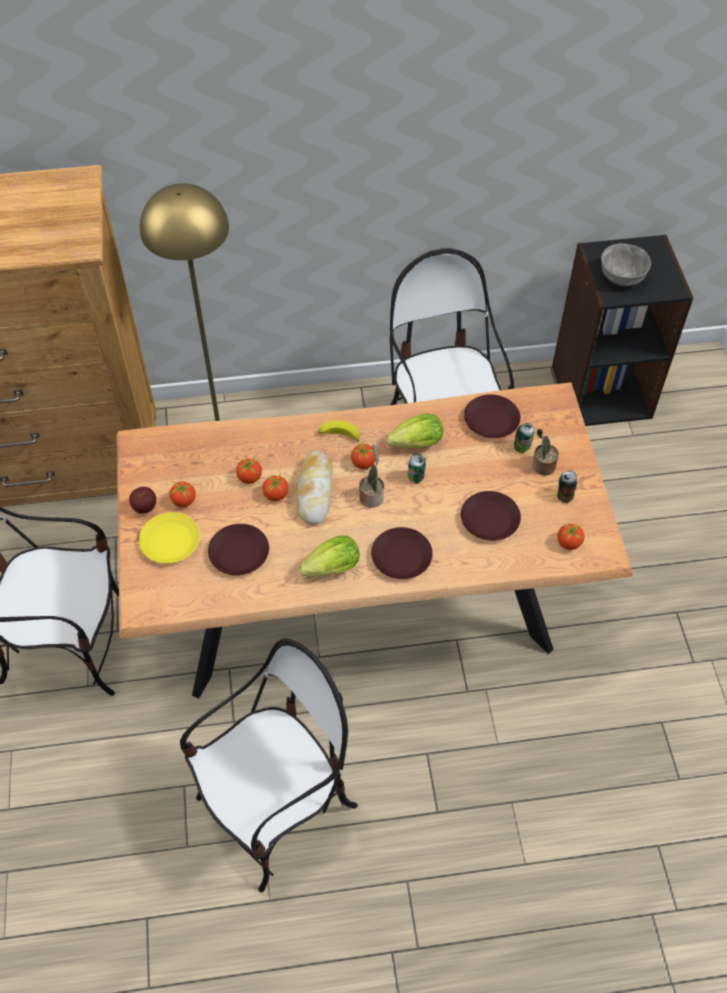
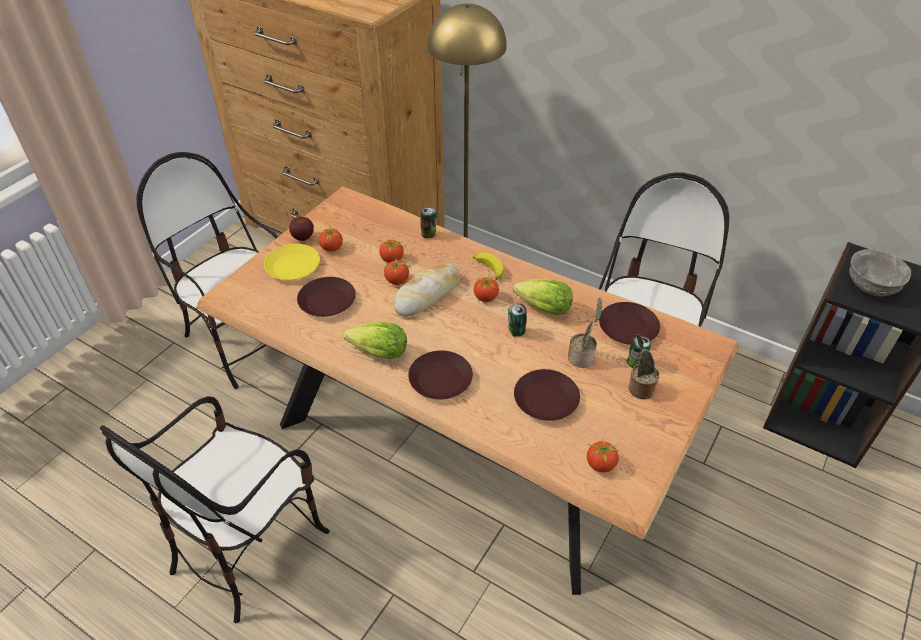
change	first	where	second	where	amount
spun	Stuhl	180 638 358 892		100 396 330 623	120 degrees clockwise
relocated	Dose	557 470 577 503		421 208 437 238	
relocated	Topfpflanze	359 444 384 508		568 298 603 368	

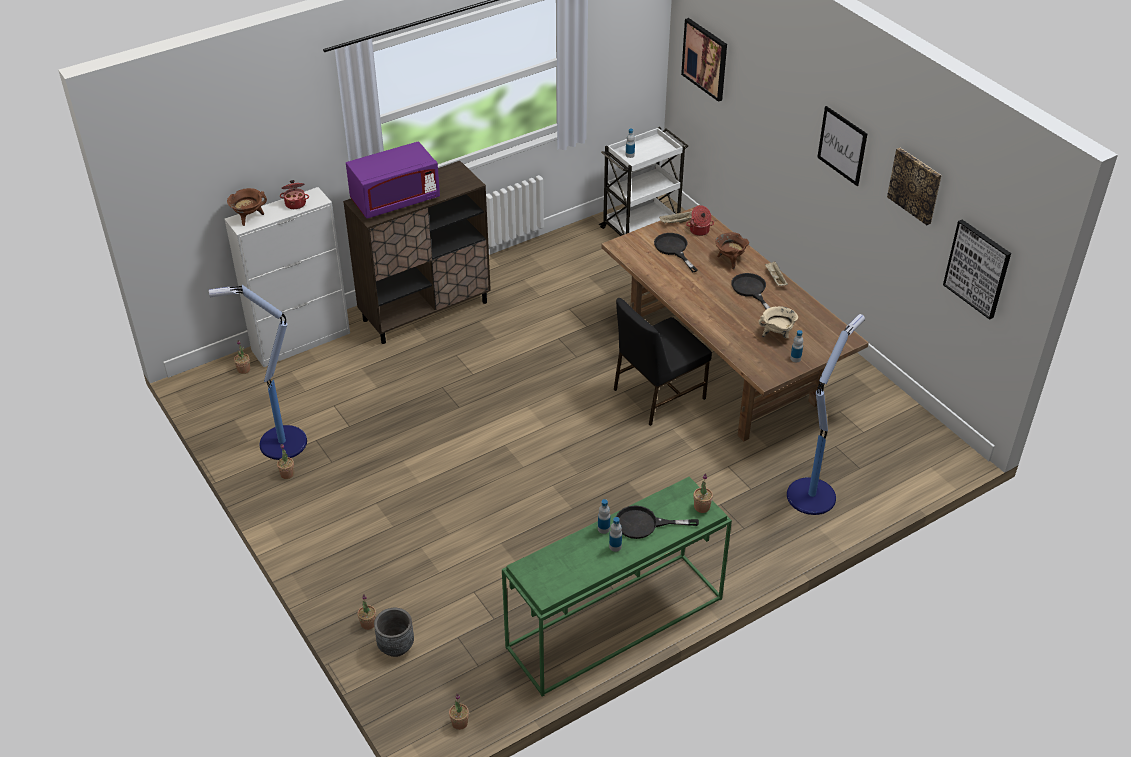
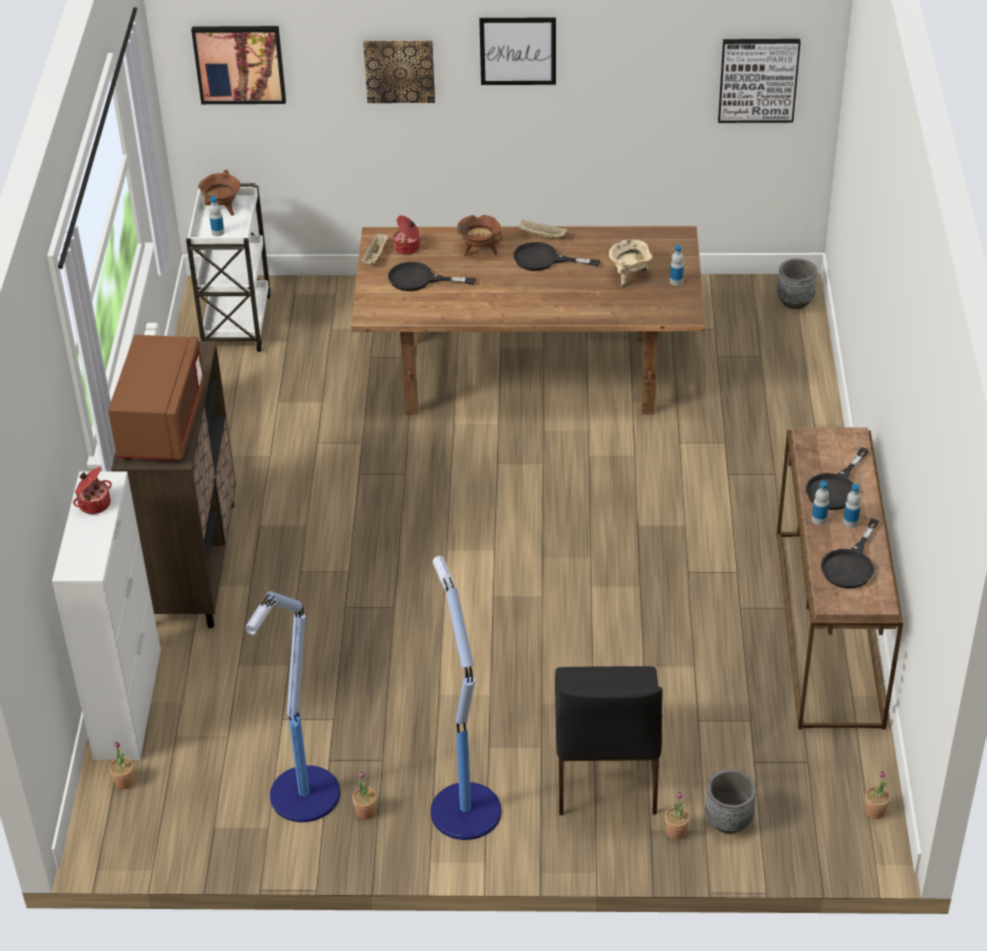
change	first	where	second	where	amount
colour	Mikrowelle (lila)	346 141 440 219	Mikrowelle (braun)	108 335 205 460	
relocated	Kochtopf (braun)	227 188 267 226		198 169 240 216	
relocated	Bild	887 148 942 225		363 40 435 103	
relocated	Stehlampe	787 314 865 515		431 556 501 840	
relocated	Stuhl (schwarz)	614 298 712 426		555 666 663 815	
colour	Konsolentisch (grün)	502 477 732 697	Konsolentisch (braun)	776 428 903 730	
appeared			Pflanzkübel (grau)	777 258 817 309	
appeared			Pfanne (schwarz)	821 518 879 588	
missing	Topfpflanze	694 474 713 513			

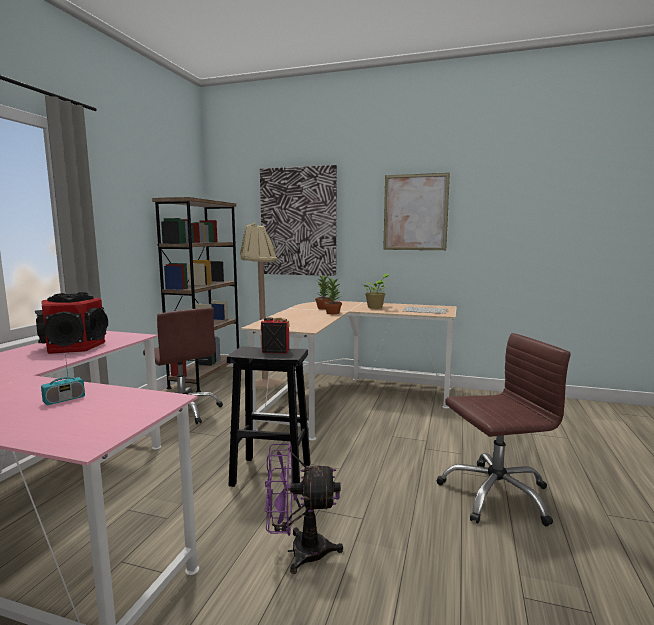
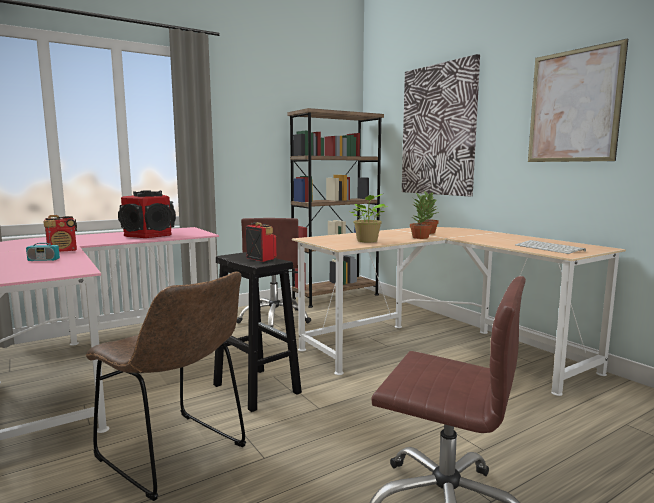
change	first	where	second	where	amount
appeared			Radio	44 215 77 252	
exchanged	Ventilator (lila)	265 443 343 574	Stuhl (braun)	86 271 246 501	
relocated	Topfpflanze	364 273 389 309		351 194 388 242	
missing	Stehlampe (beige)	240 223 283 389			

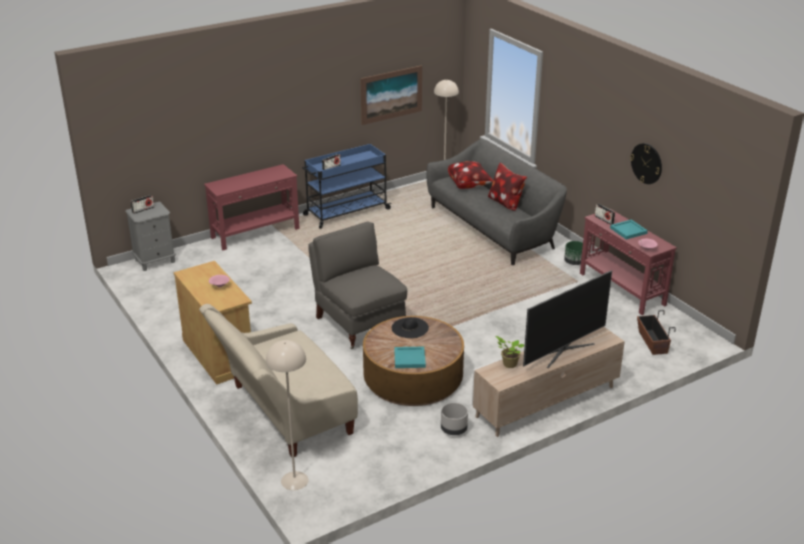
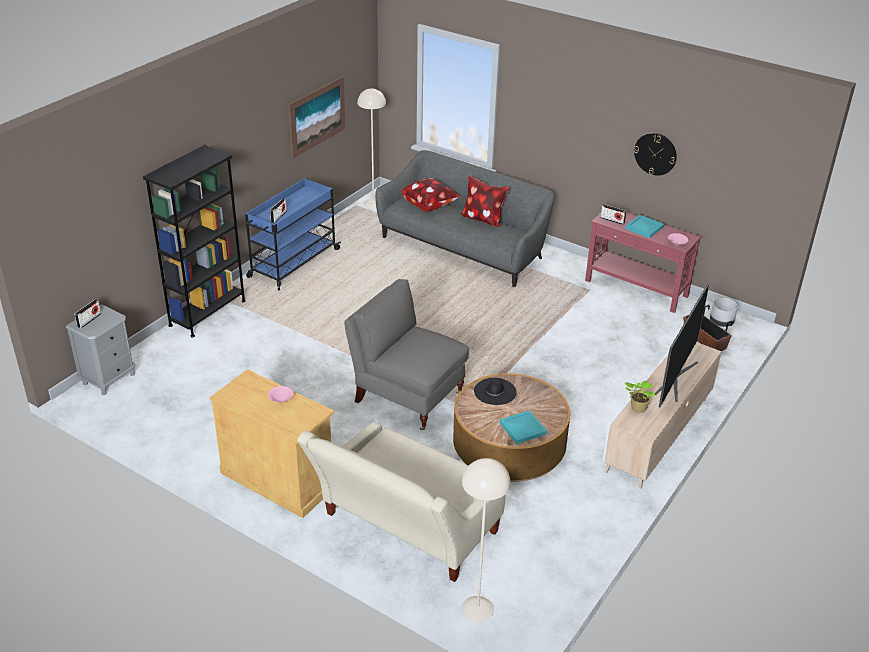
change	first	where	second	where	amount
exchanged	Konsolentisch (rot)	204 164 300 250	Bücherregal (schwarz)	143 145 246 338	
relocated	Pflanzkübel (grau)	441 403 468 435		710 298 738 327	
missing	Pflanzkübel (grün)	564 241 583 265			

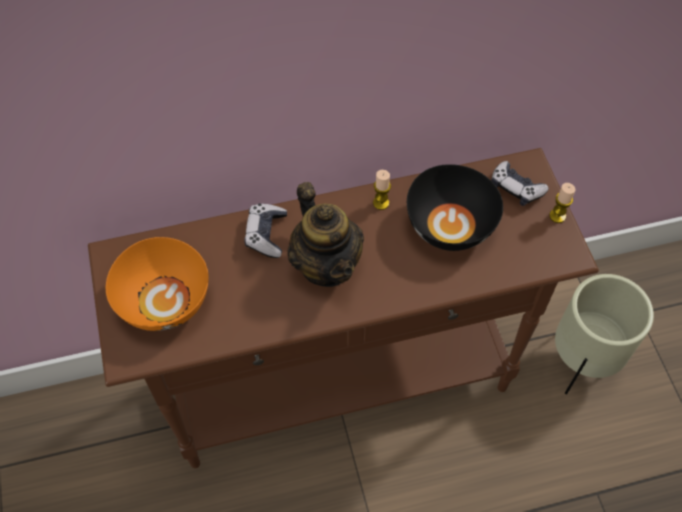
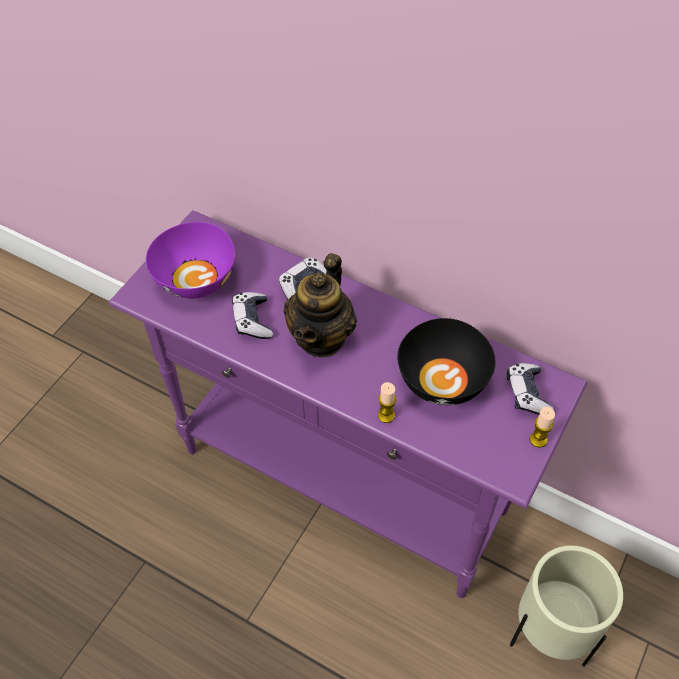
change	first	where	second	where	amount
colour	Konsolentisch (braun)	88 148 599 468	Konsolentisch (lila)	109 210 588 598	
colour	Schüssel (orange)	106 237 209 331	Schüssel (lila)	146 222 235 298	
appeared			Gamepad	232 292 273 339	
relocated	Kerze	373 170 391 210		378 382 396 423	

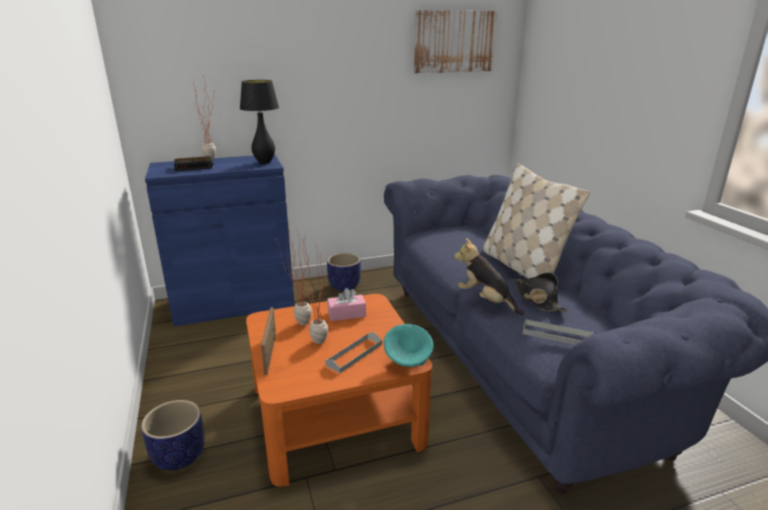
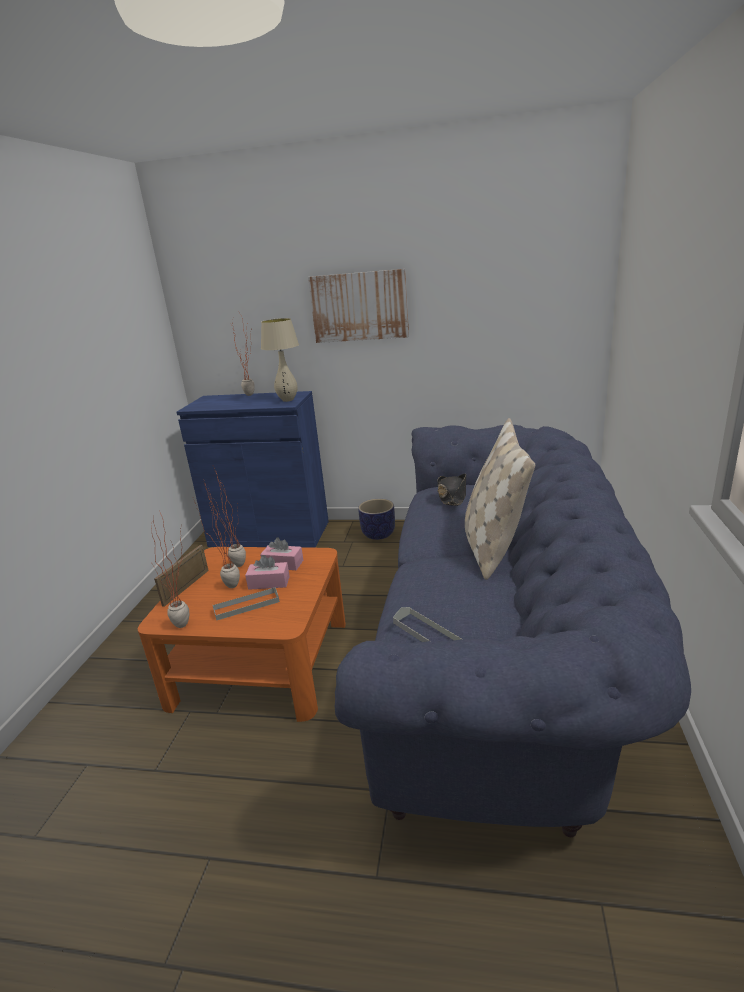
change	first	where	second	where	amount
appeared			Topfpflanze	151 510 190 628	
appeared			Taschentuchbox (rosa)	245 555 290 590	
colour	Tischlampe (schwarz)	240 80 279 164	Tischlampe (beige)	261 318 299 402	
relocated	Bild	414 10 497 73		308 269 409 343	
relocated	Hut (schwarz)	514 273 568 312		437 474 466 506	
missing	Pflanzkübel	141 400 205 470			
missing	Wecker	174 156 214 171			
missing	Schüssel (türkis)	384 324 434 367			
missing	Plüschtier	454 238 524 316			

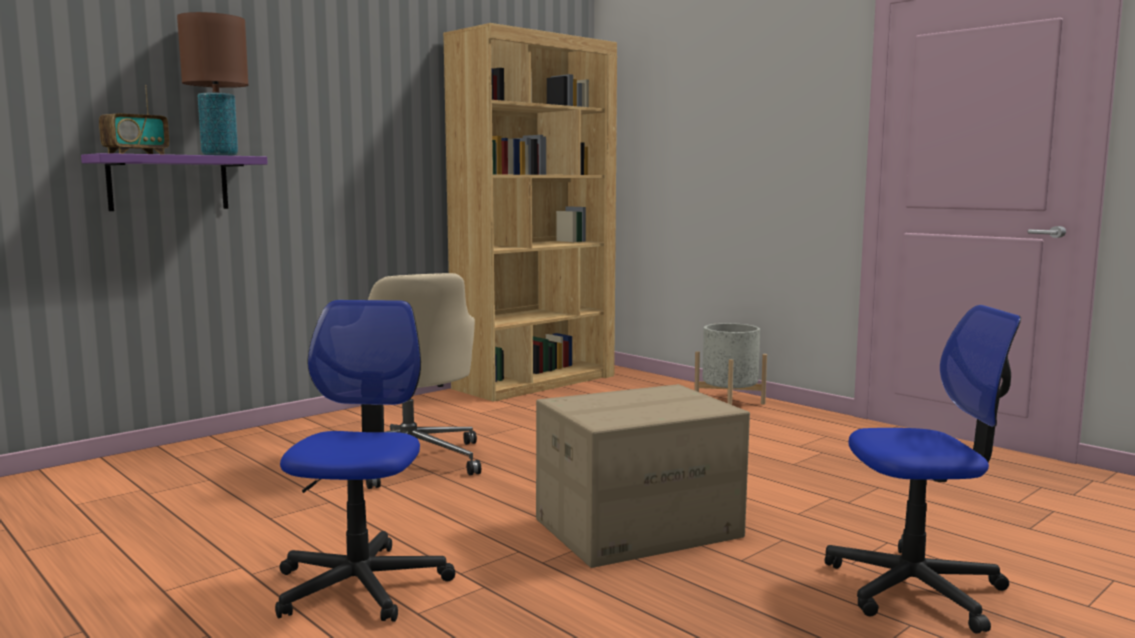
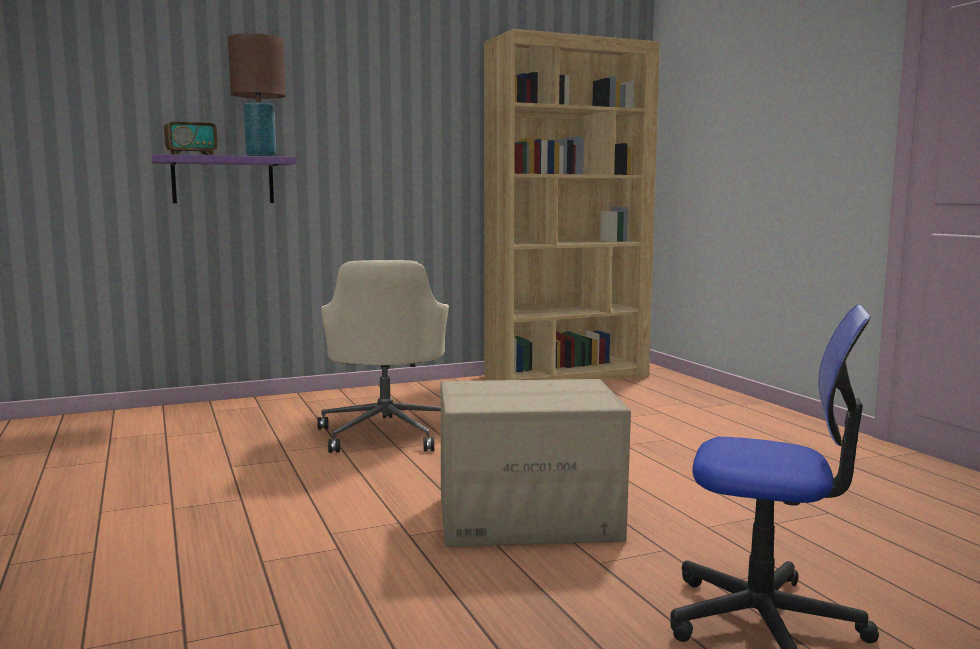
change	first	where	second	where	amount
missing	Bürostuhl	275 300 455 622			
missing	Pflanzkübel (grau)	694 323 767 405			

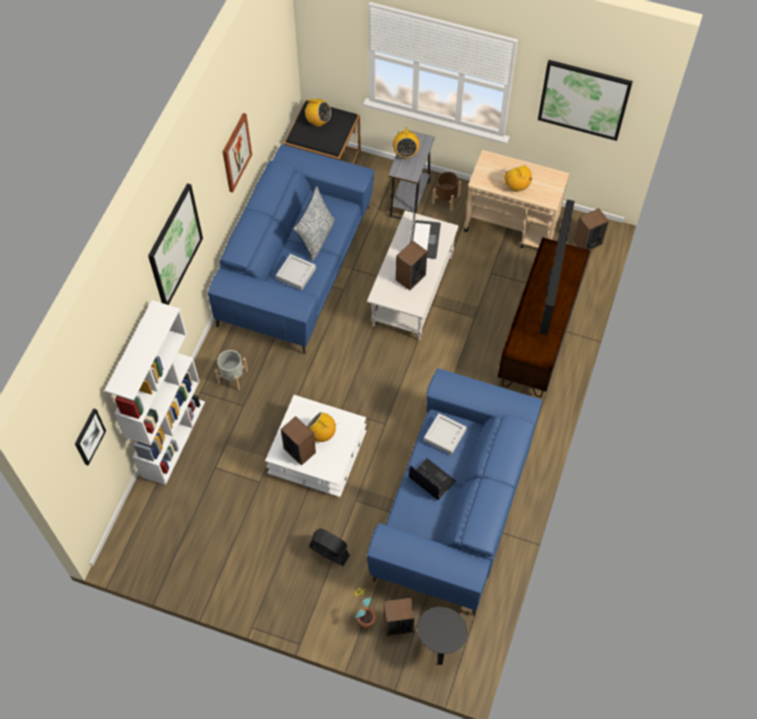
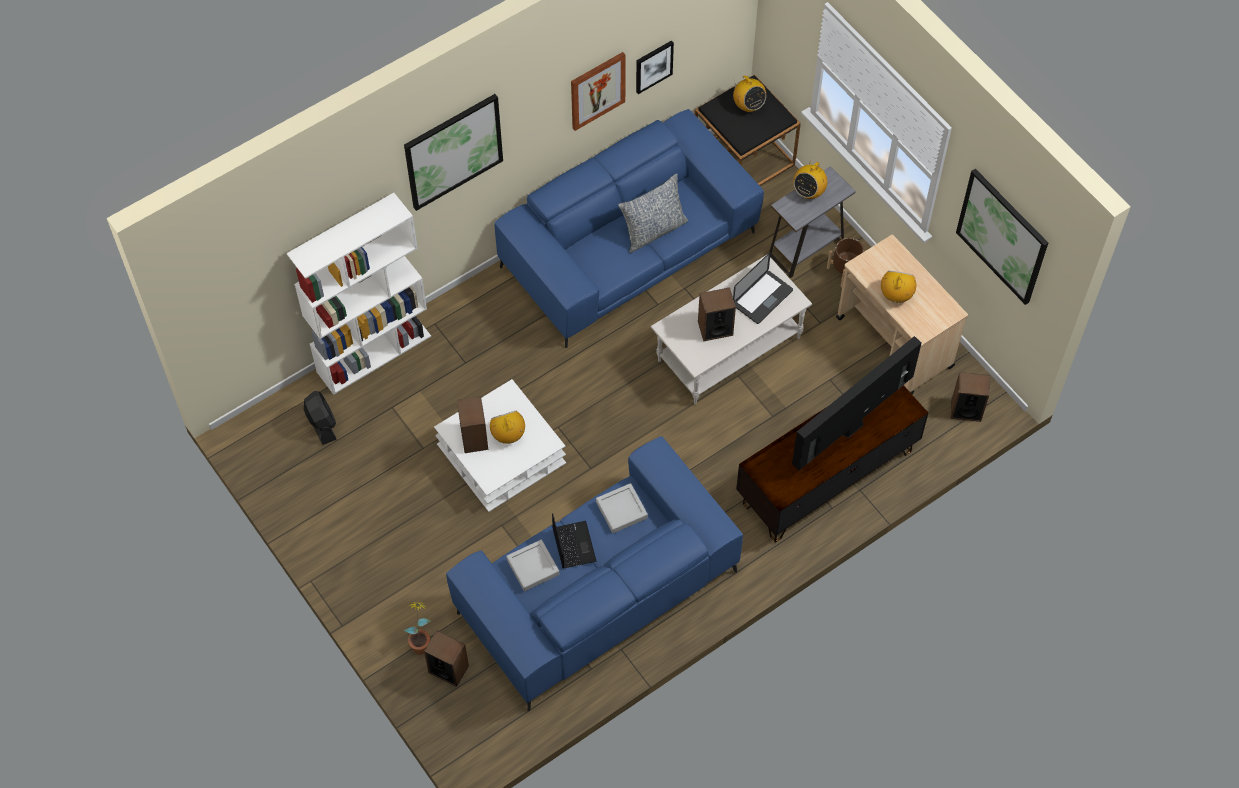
change	first	where	second	where	amount
relocated	Ventilator (schwarz)	309 528 350 566		304 391 337 445	
relocated	Tablett (grau)	276 254 316 290		506 539 559 591	
relocated	Bild	75 408 106 465		636 40 674 94	
missing	Pflanzkübel (grau)	215 350 248 390			
missing	Beistelltisch (schwarz)	417 606 468 665			

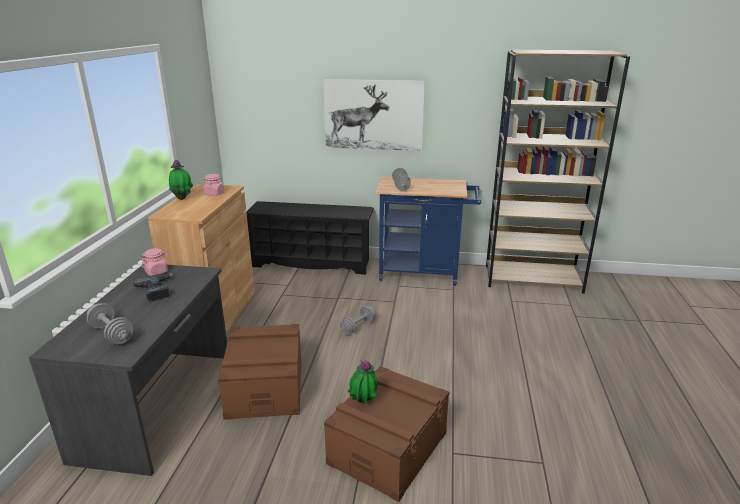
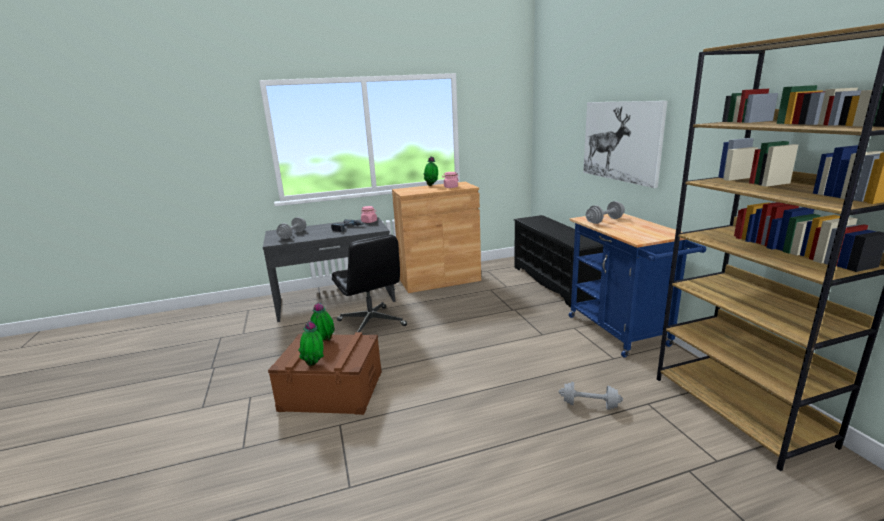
change	first	where	second	where	amount
appeared			Topfpflanze	298 321 324 366	
exchanged	Aufbewahrungsbox (braun)	218 324 301 420	Bürostuhl (schwarz)	332 235 407 332	
relocated	Hantel (grau)	340 306 376 334		559 382 623 410	

